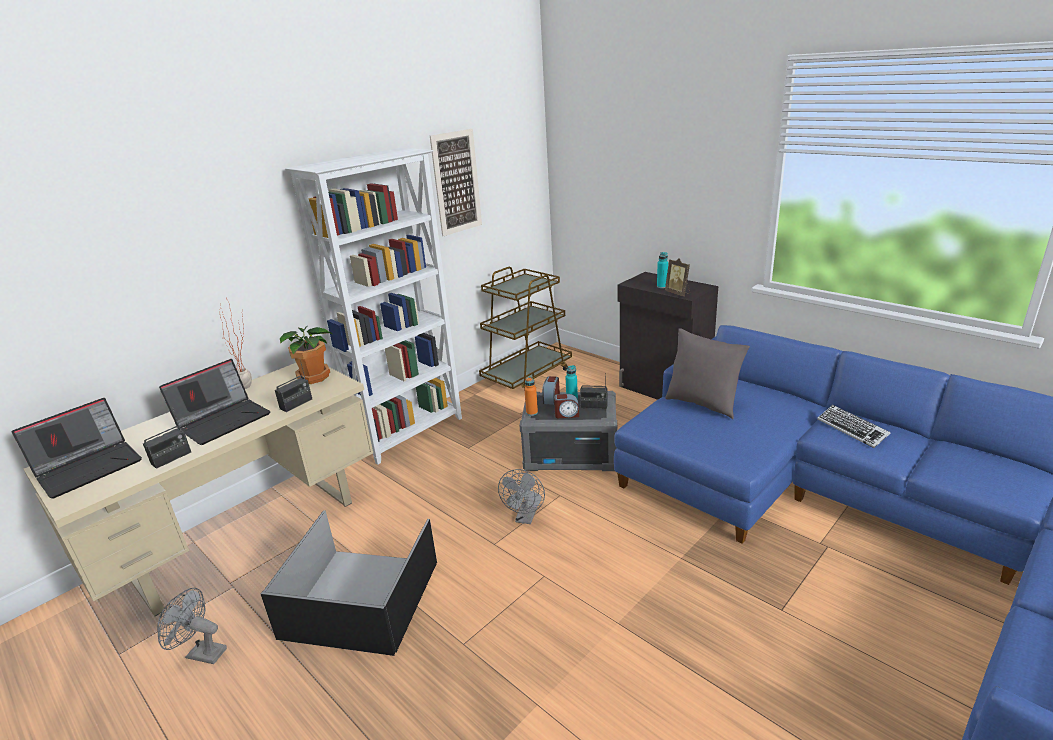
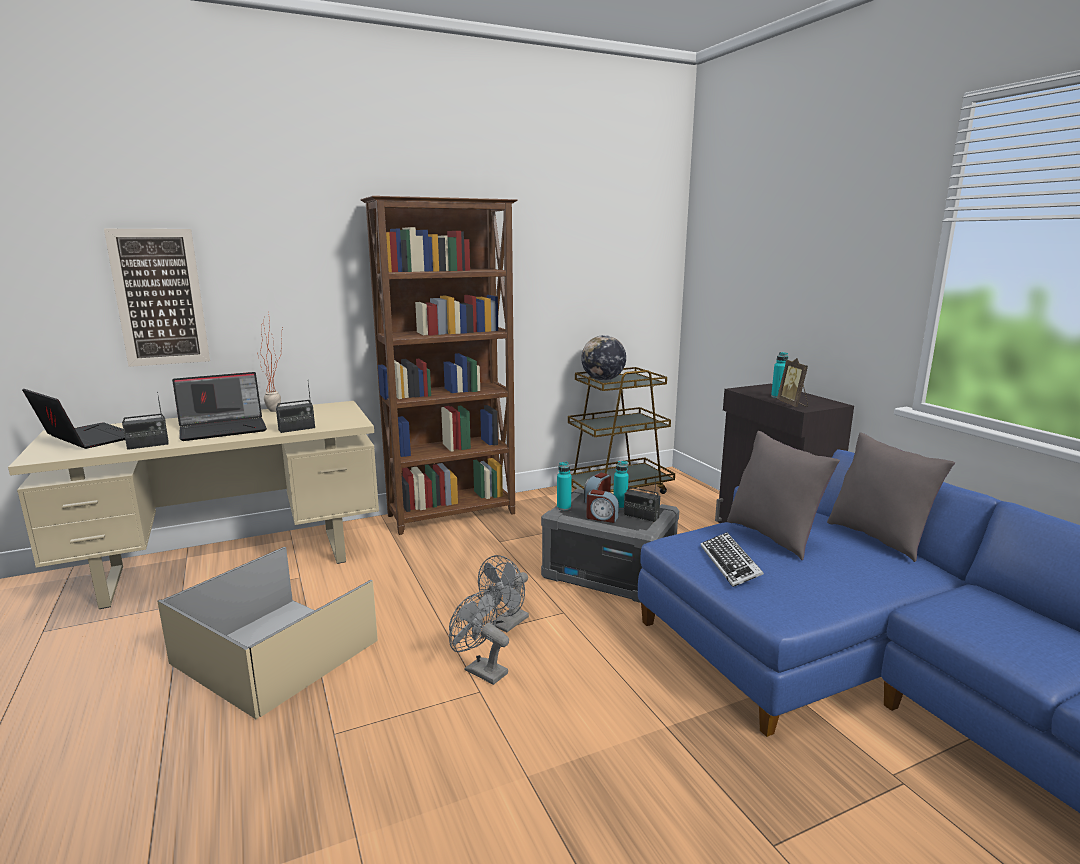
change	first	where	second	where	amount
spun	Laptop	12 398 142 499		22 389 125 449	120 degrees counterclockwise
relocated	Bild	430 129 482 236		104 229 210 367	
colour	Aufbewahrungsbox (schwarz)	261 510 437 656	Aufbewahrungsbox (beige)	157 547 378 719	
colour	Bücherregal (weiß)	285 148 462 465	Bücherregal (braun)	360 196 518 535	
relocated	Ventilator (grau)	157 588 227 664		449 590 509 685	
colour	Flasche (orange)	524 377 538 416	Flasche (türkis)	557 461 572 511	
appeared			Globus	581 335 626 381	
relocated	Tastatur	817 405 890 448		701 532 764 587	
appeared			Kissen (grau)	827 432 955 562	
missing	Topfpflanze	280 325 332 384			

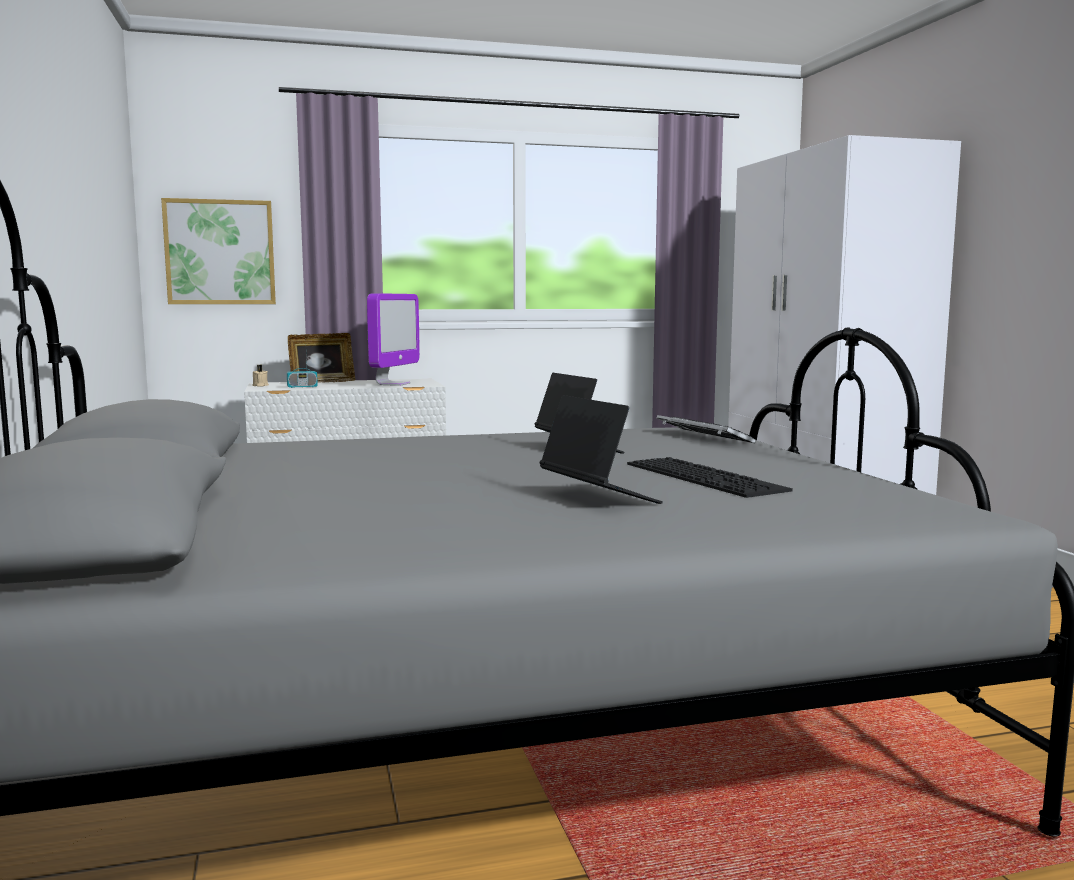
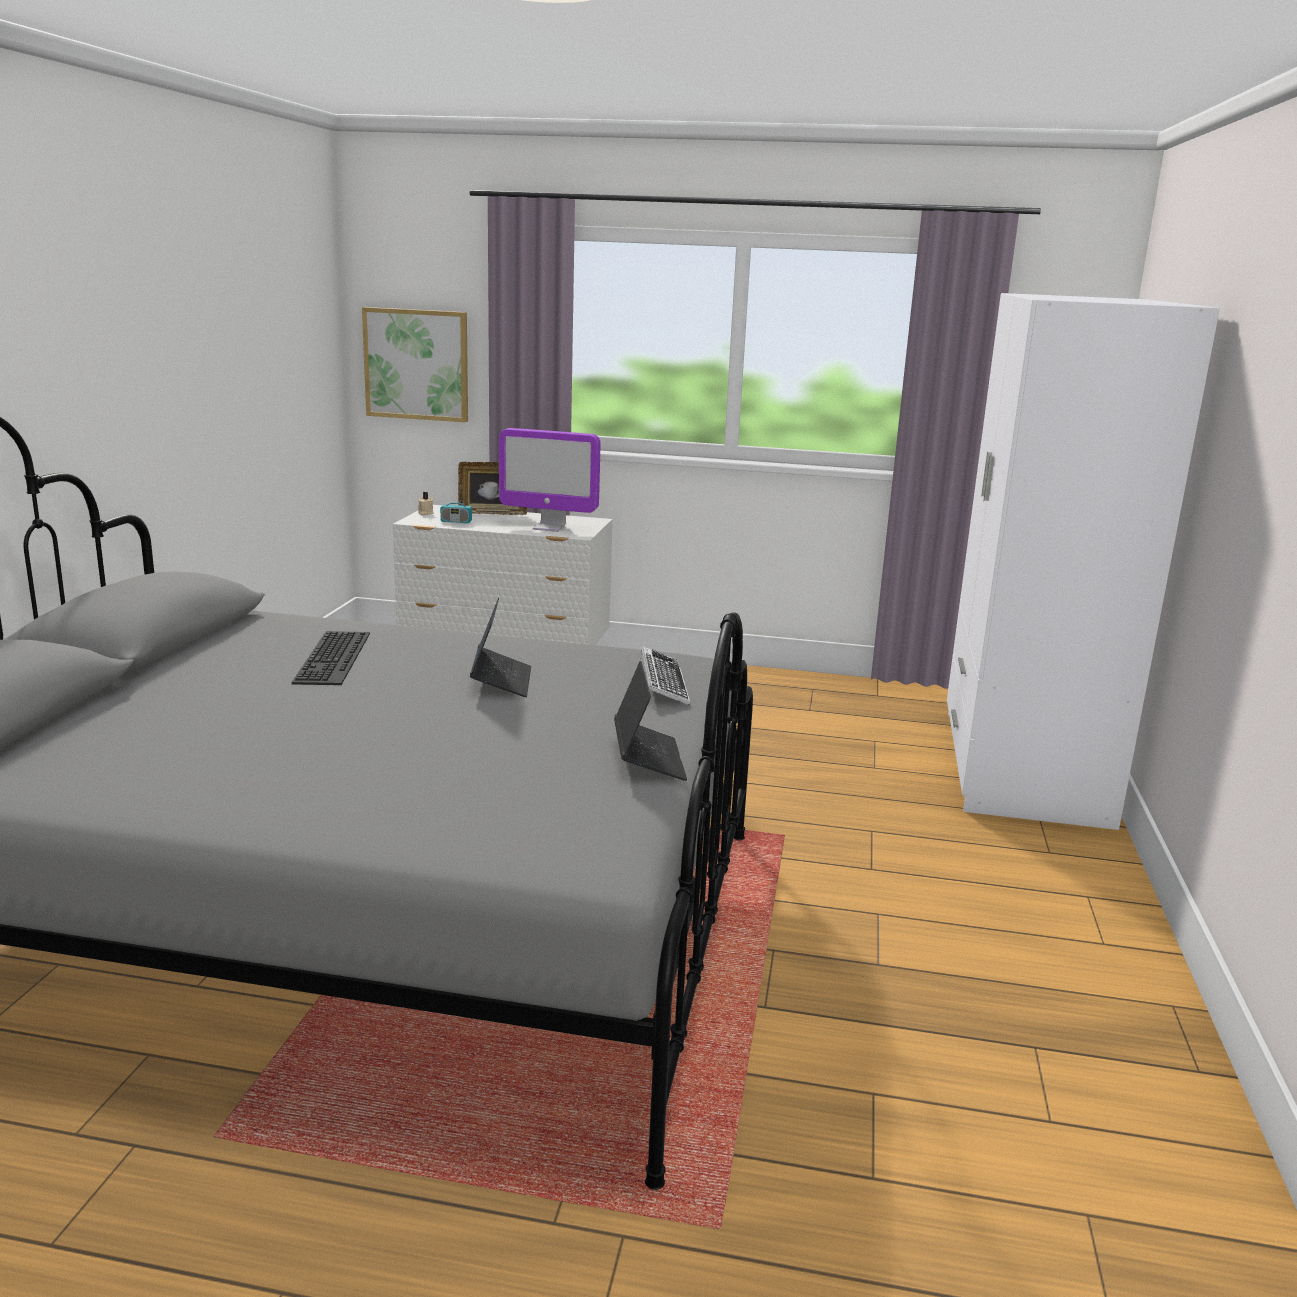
change	first	where	second	where	amount
relocated	Tastatur	627 457 793 498		292 631 370 685	
spun	Monitor	367 294 420 386		499 428 600 532	60 degrees clockwise
relocated	Laptop	539 395 663 504		614 661 687 781	

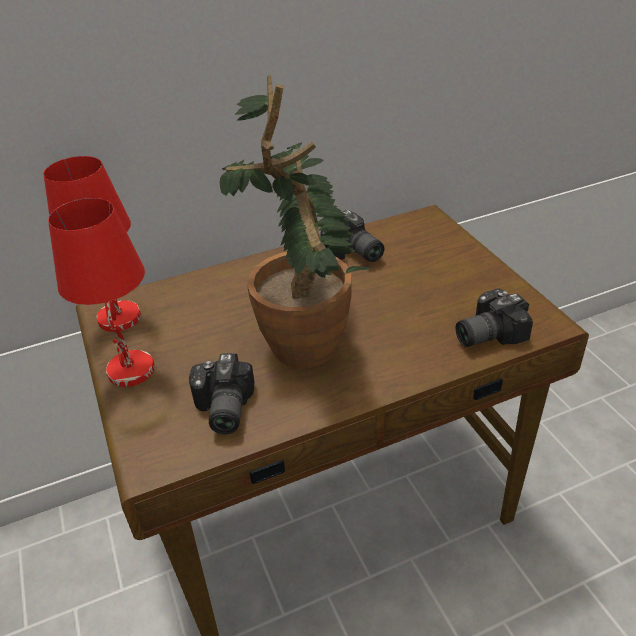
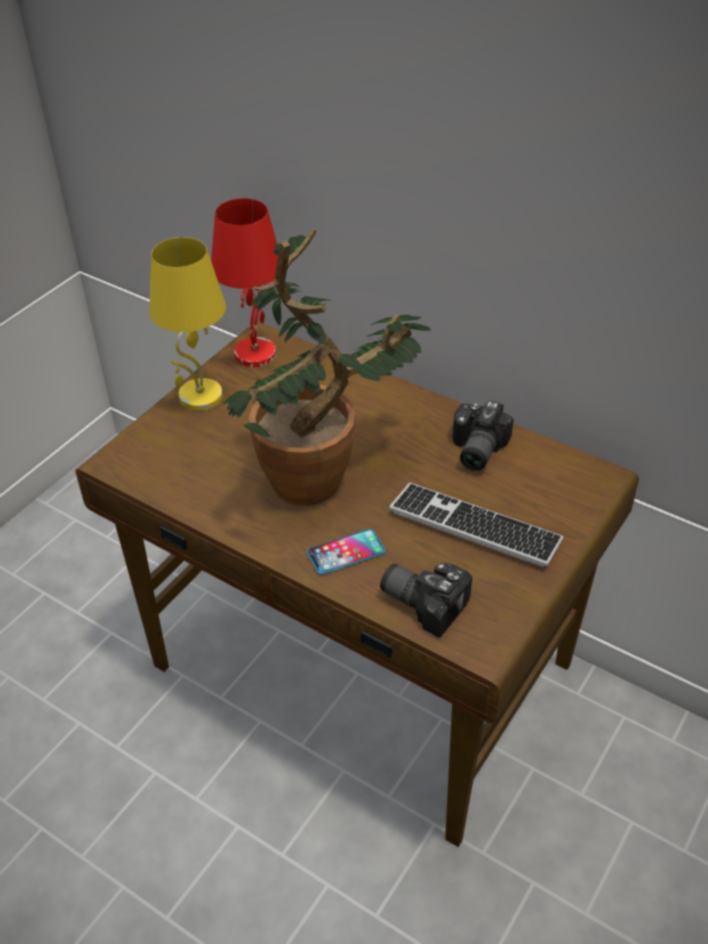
change	first	where	second	where	amount
colour	Tischlampe (rot)	48 198 155 387	Tischlampe (gelb)	149 237 226 411	
appeared			Handy	307 529 385 575	
appeared			Tastatur	389 483 563 568	
missing	Kamera	189 353 255 434			

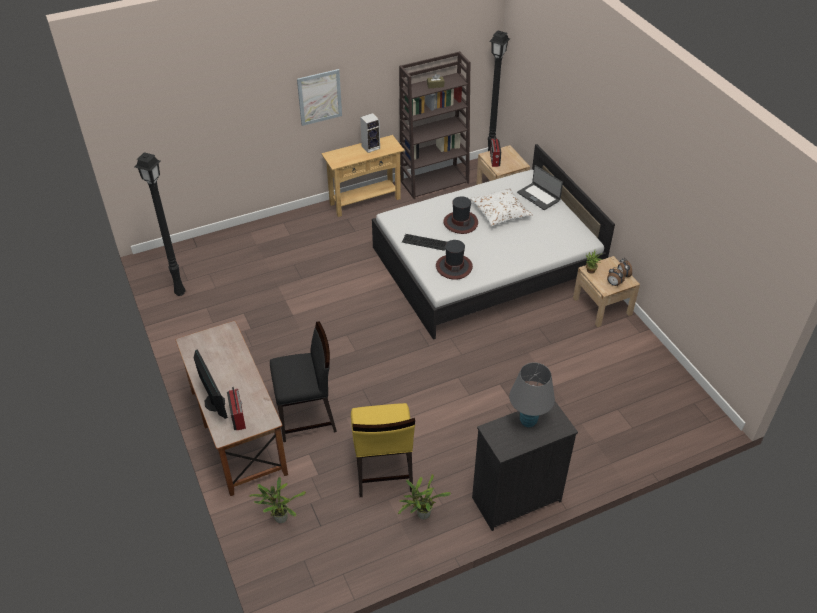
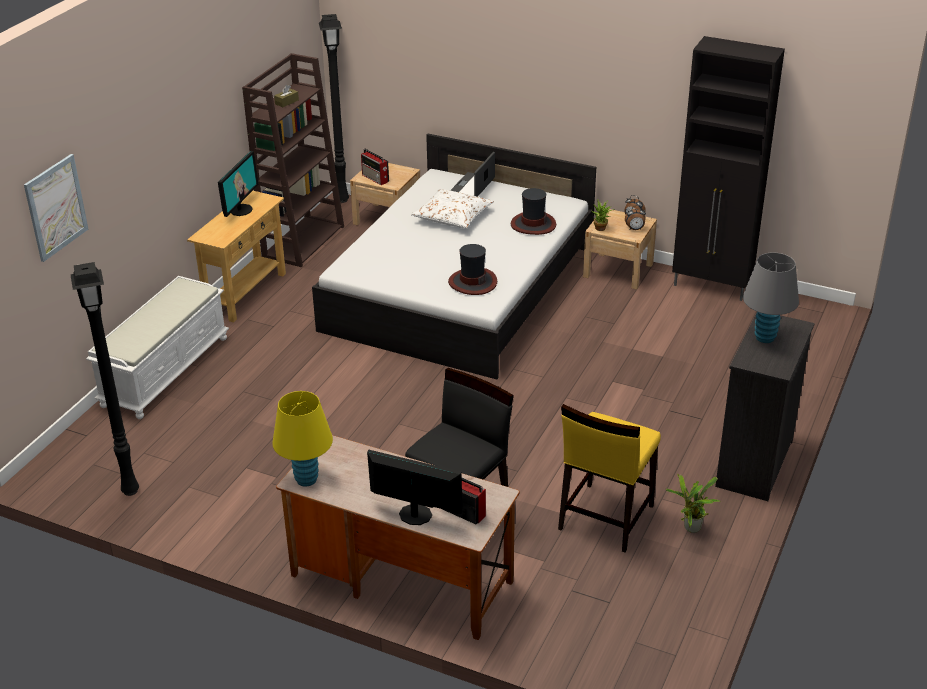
change	first	where	second	where	amount
relocated	Bild	297 69 342 126		24 154 88 262	
appeared			Bank (weiß)	86 276 229 419	
exchanged	Lautsprecher	360 113 380 153	Monitor	218 151 259 217	
appeared			Tischlampe (gelb)	272 391 333 487	
spun	Laptop	517 165 563 210		450 152 495 197	105 degrees clockwise
relocated	Hut	443 196 478 234		511 188 556 235	
spun	Stuhl (gelb)	351 403 415 497		558 404 661 552	75 degrees clockwise
appeared			Schrank (schwarz)	672 36 785 301	
missing	Topfpflanze	249 477 306 523			
missing	Tastatur	402 234 447 251			

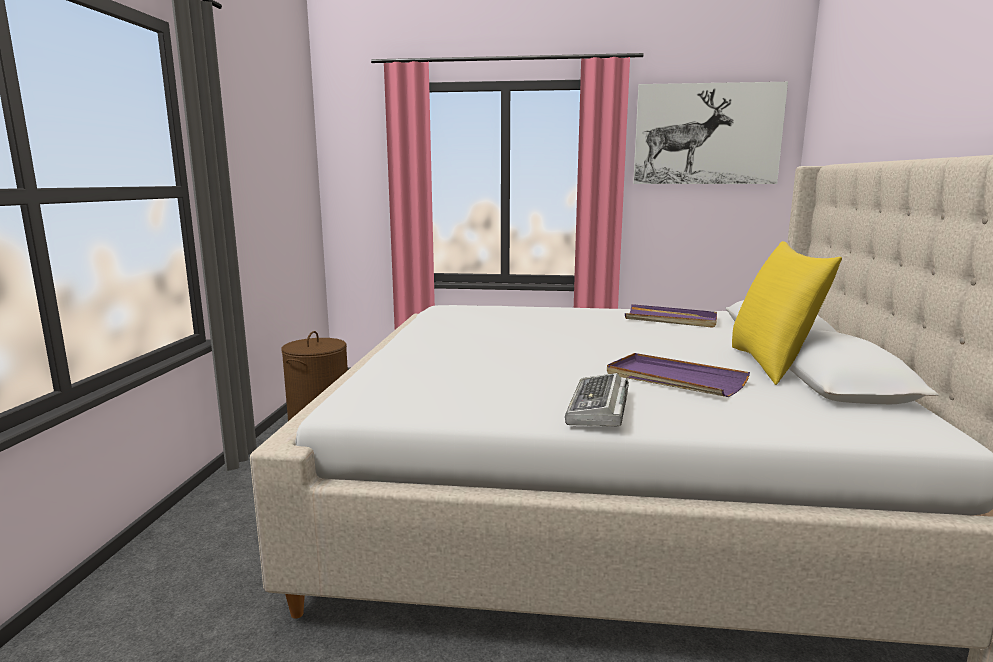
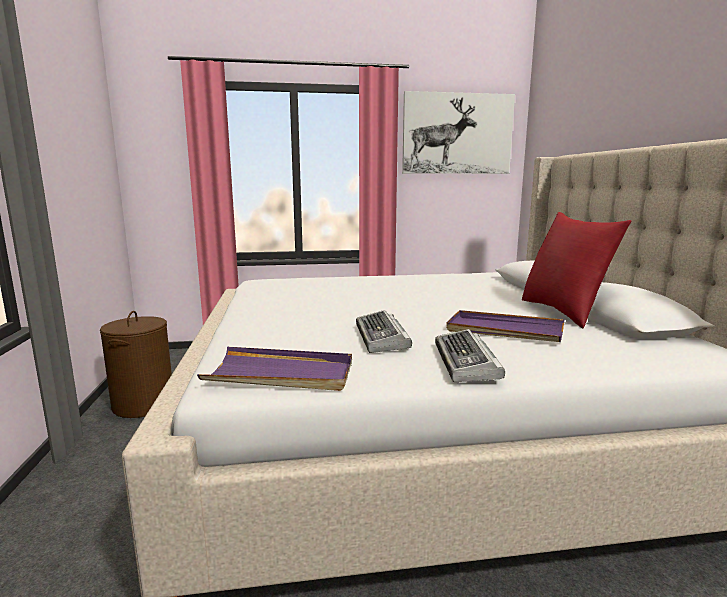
change	first	where	second	where	amount
relocated	Tablett (lila)	625 304 717 328		197 347 352 391	
appeared			Tastatur	356 310 412 353	
colour	Kissen (gelb)	732 241 842 385	Kissen (rot)	522 212 632 328	

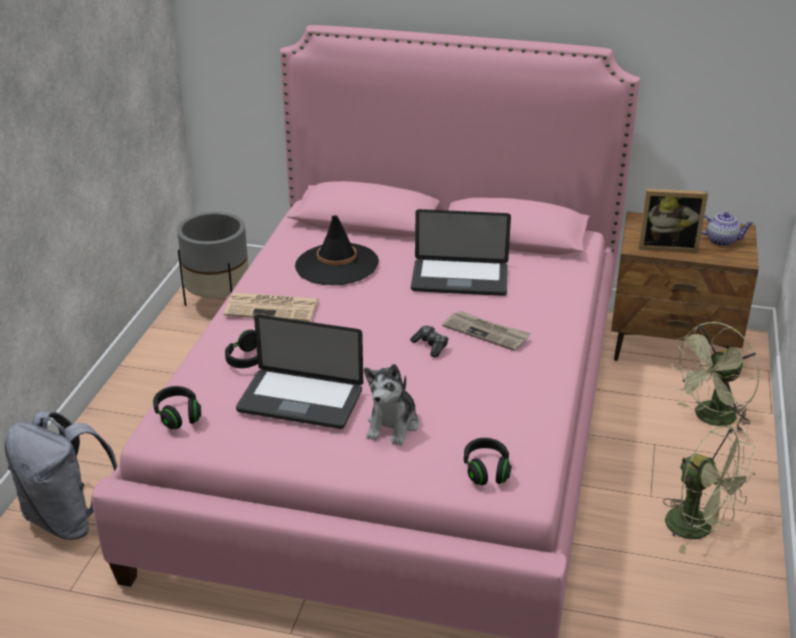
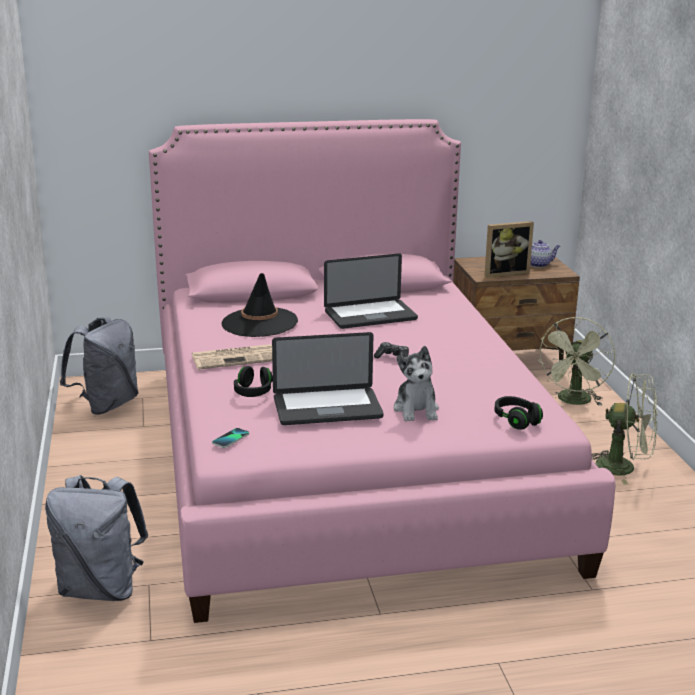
change	first	where	second	where	amount
exchanged	Pflanzkübel (grau)	177 212 249 306	Rucksack (grau)	60 317 139 415	
exchanged	Kopfhörer (schwarz)	153 386 201 429	Handy	212 428 249 448	
missing	Zeitung	442 311 531 351			

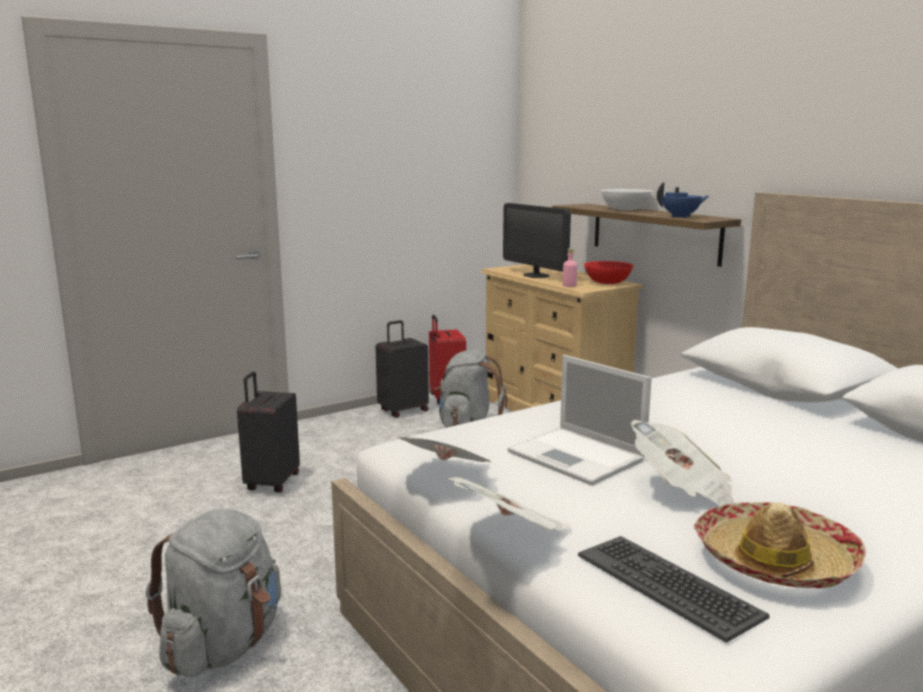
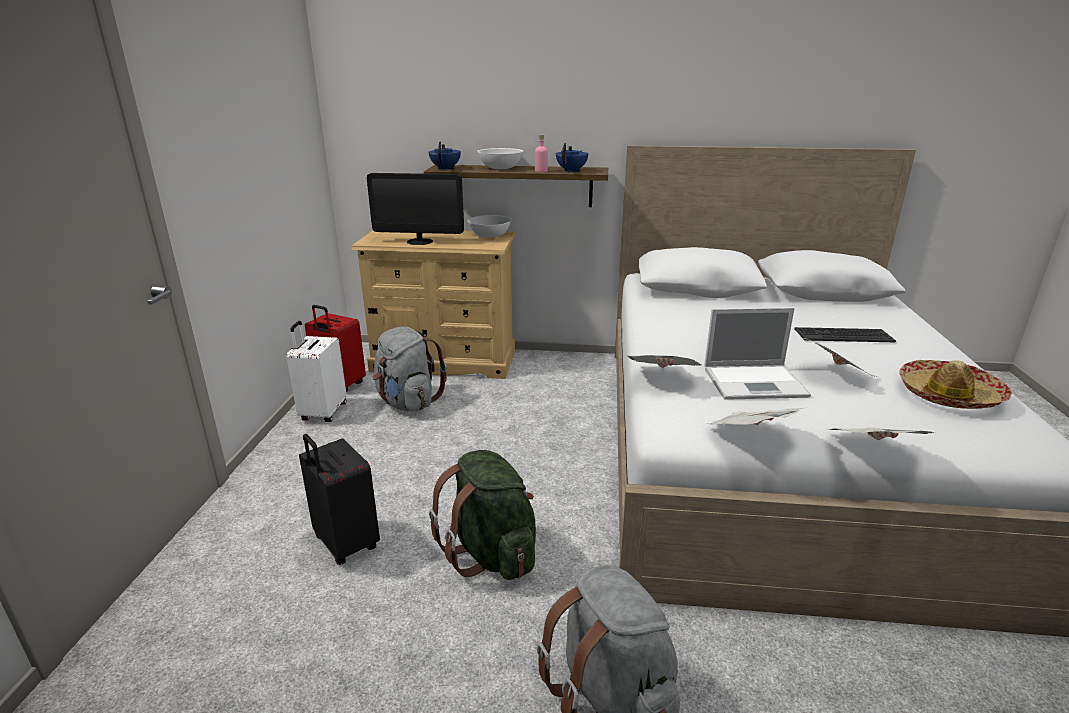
change	first	where	second	where	amount
colour	Koffer (schwarz)	375 320 429 418	Koffer (weiß)	286 321 347 422	
appeared			Teekanne (blau)	428 141 461 170	
appeared			Rucksack (grün)	429 450 536 580	
colour	Schüssel (rot)	583 261 634 284	Schüssel (weiß)	467 215 512 238	
relocated	Flasche (rosa)	563 248 577 287		535 135 548 172	
appeared			Zeitung	626 355 701 368	
relocated	Tastatur	578 536 769 643		794 327 896 343	

